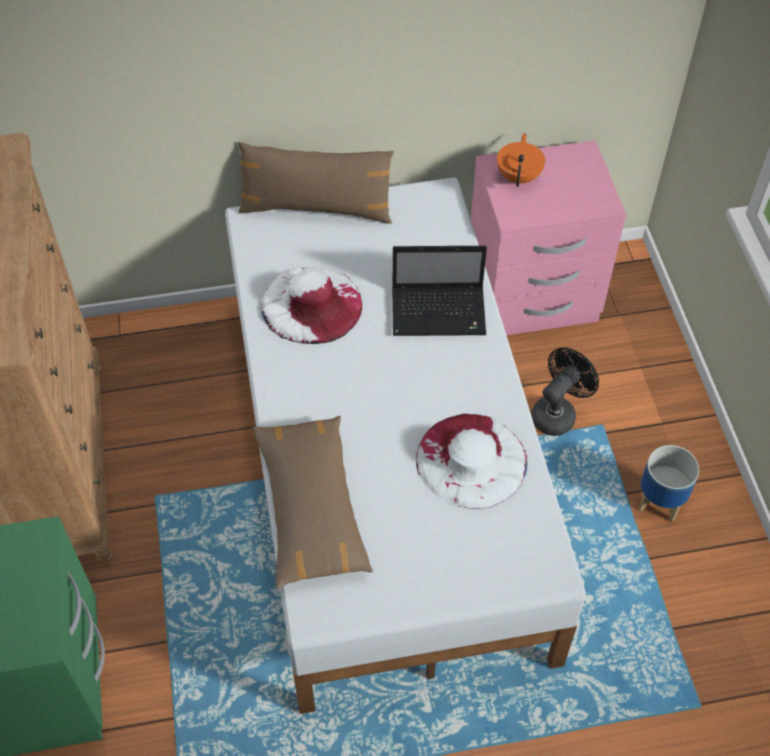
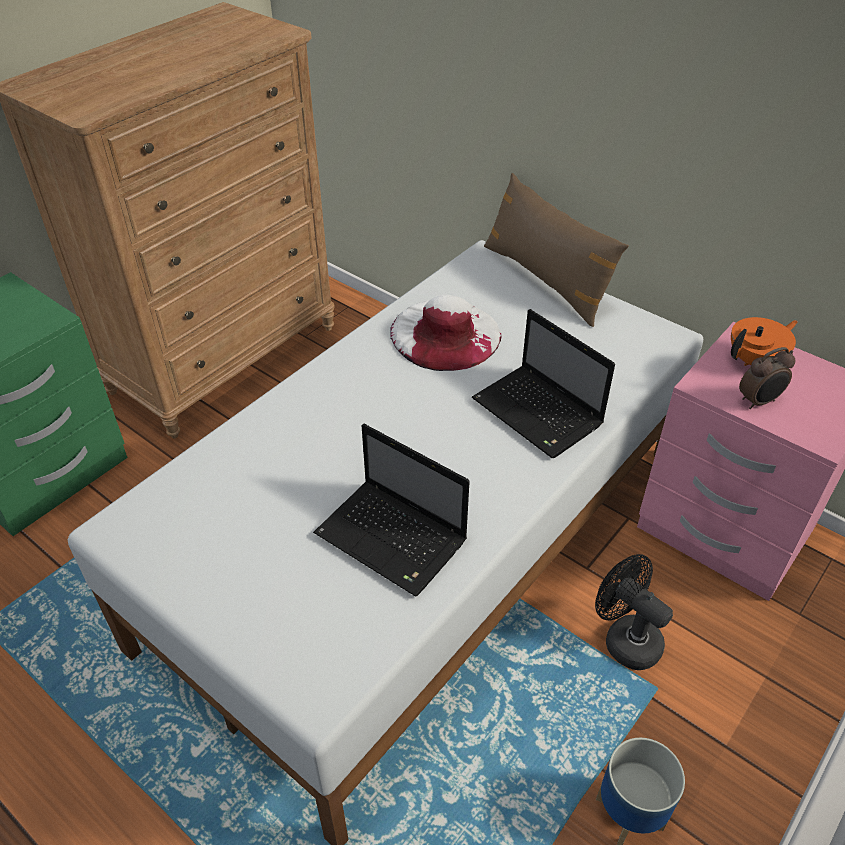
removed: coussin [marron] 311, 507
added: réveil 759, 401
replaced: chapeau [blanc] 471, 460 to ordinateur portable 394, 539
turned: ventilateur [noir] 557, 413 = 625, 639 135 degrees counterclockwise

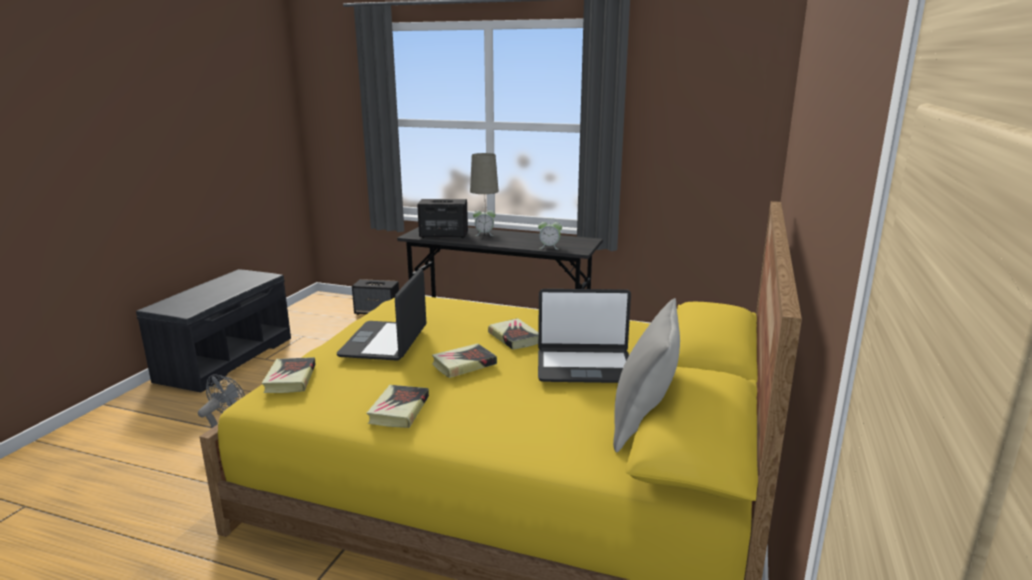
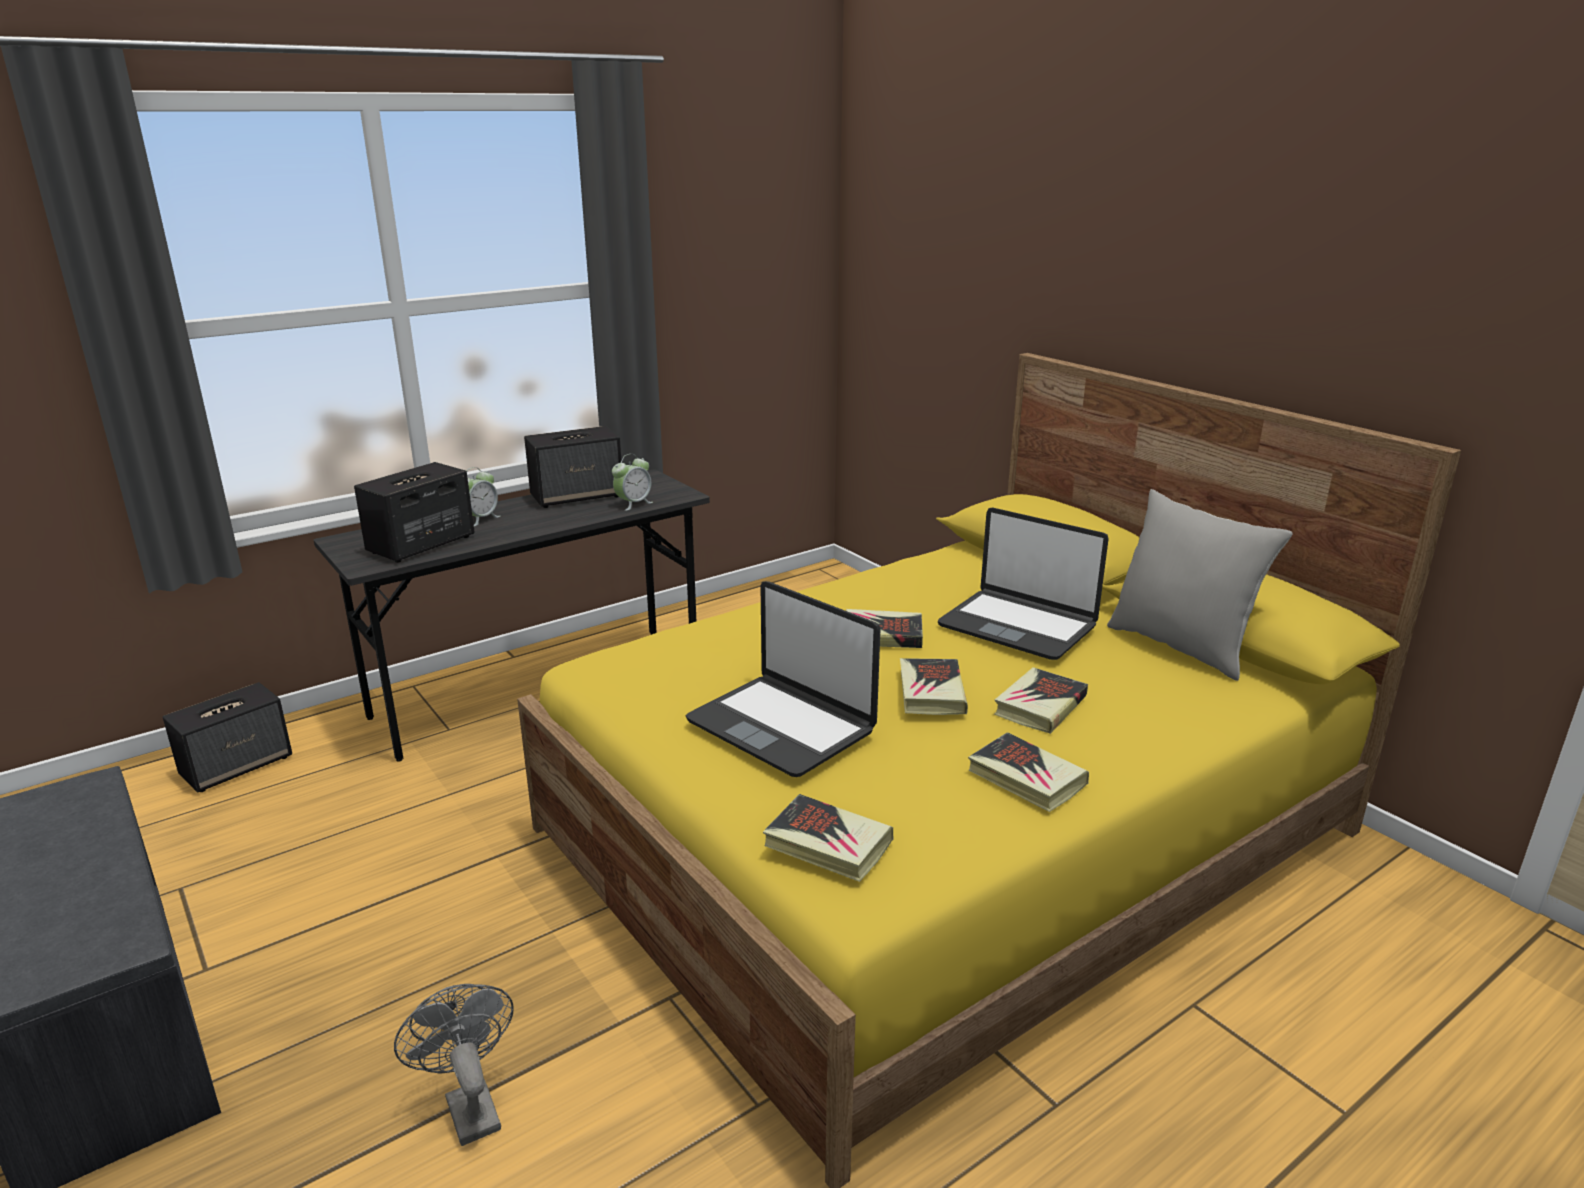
removed: lampe de table [beige] 485, 241
added: enceinte 578, 496; livre 1040, 706
turned: ordinateur portable 584, 366 = 1018, 626 90 degrees clockwise

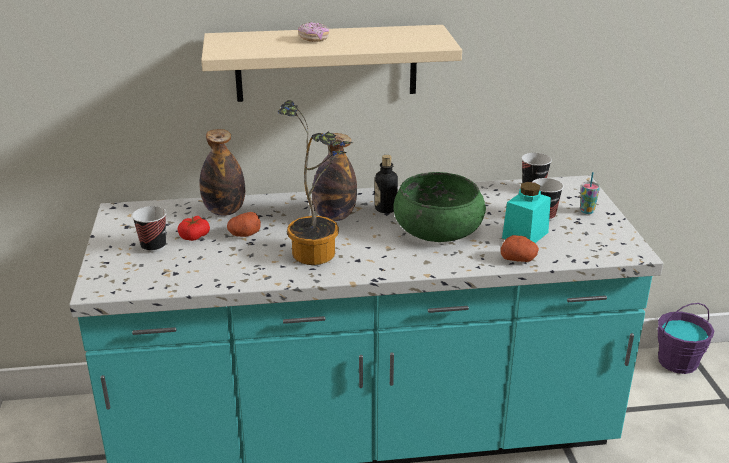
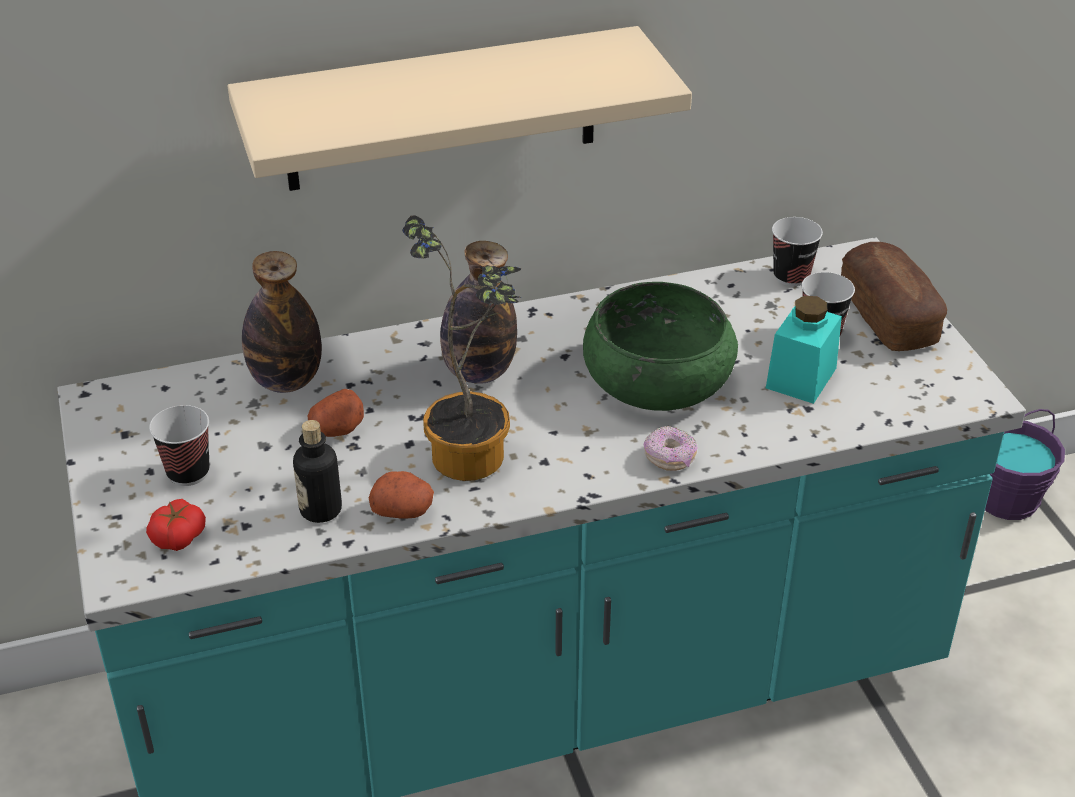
moved: tomate 194, 236 to 178, 536; bouteille 386, 209 to 320, 509; pomme de terre 519, 259 to 403, 510; beignet 314, 39 to 669, 458
replaced: tasse 587, 211 to pain 887, 316

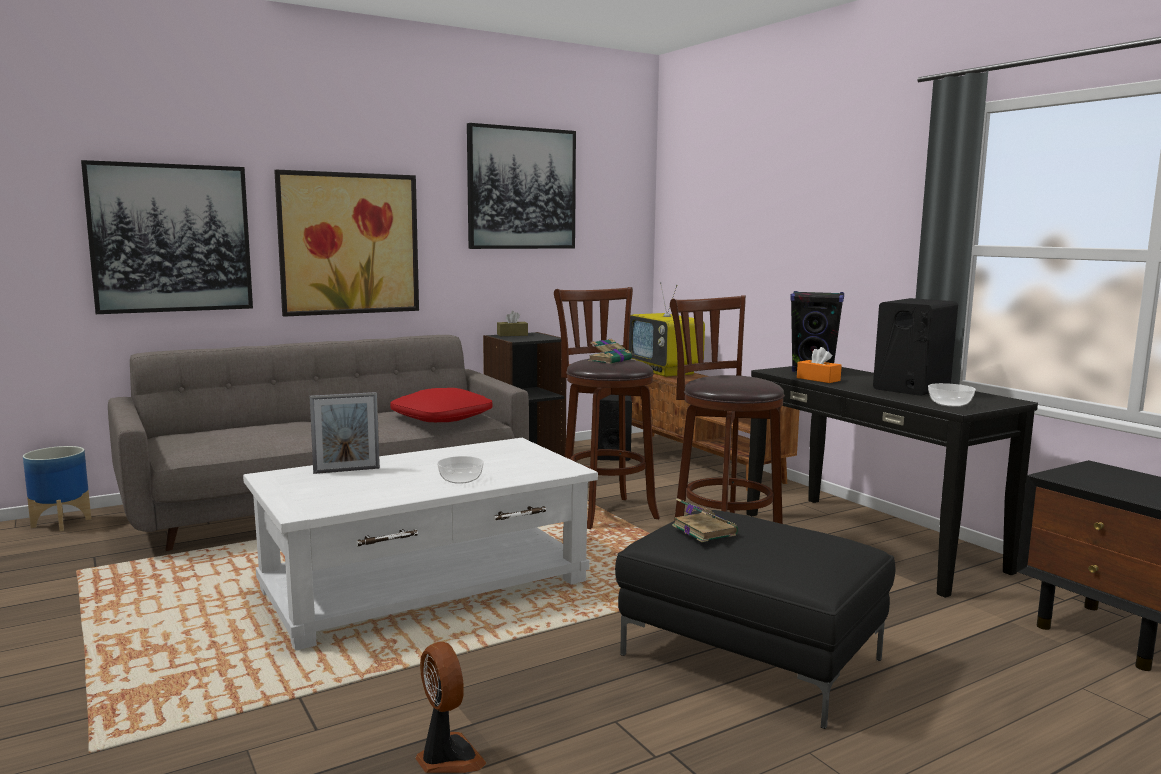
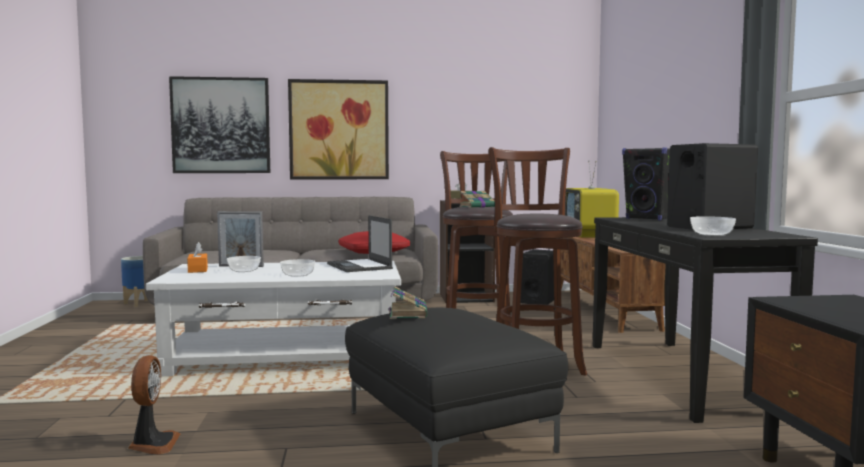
removed: tableau 521, 188
added: bol 244, 270; ordinateur portable 360, 266
moved: boîte à mouchoirs [orange] 818, 379 to 198, 270

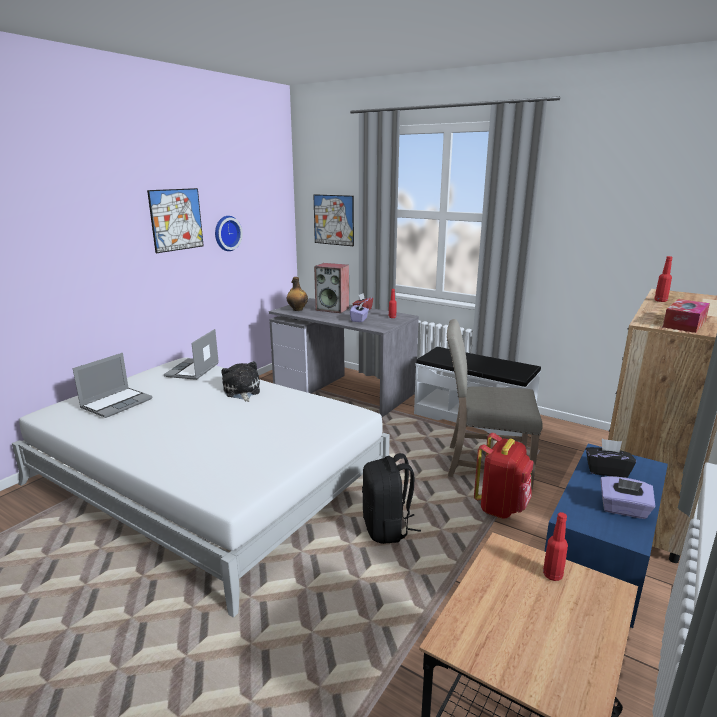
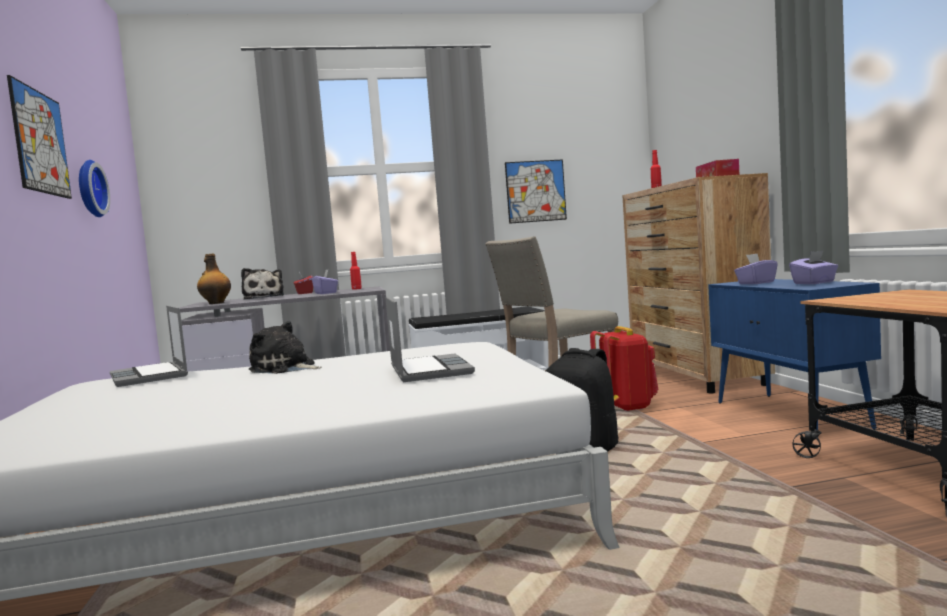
removed: bouteille [rouge] 552, 575
moved: ordinateur portable 117, 403 to 428, 370; tableau 333, 220 to 535, 191
replaced: enceinte 333, 309 to peluche 264, 297
recoloured: boîte à mouchoirs [noir] 606, 471 to boîte à mouchoirs [violet] 756, 283

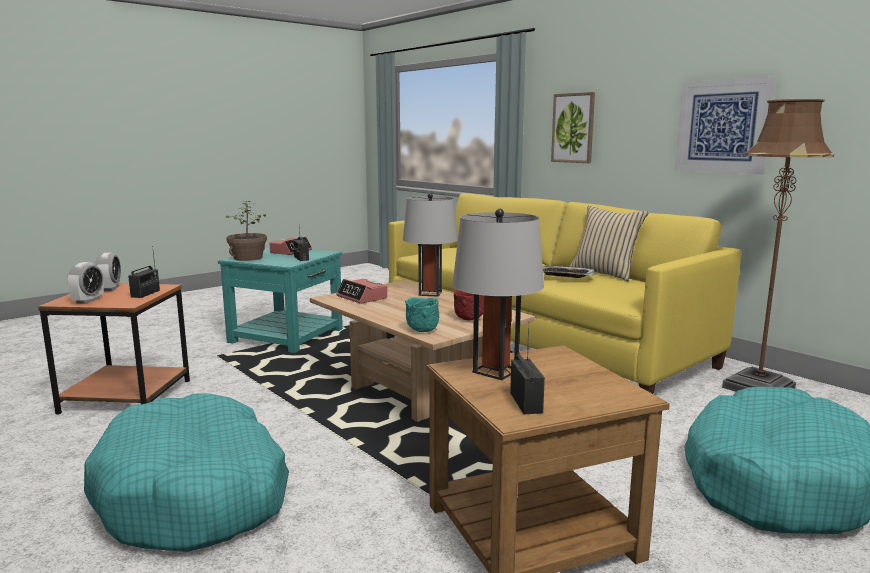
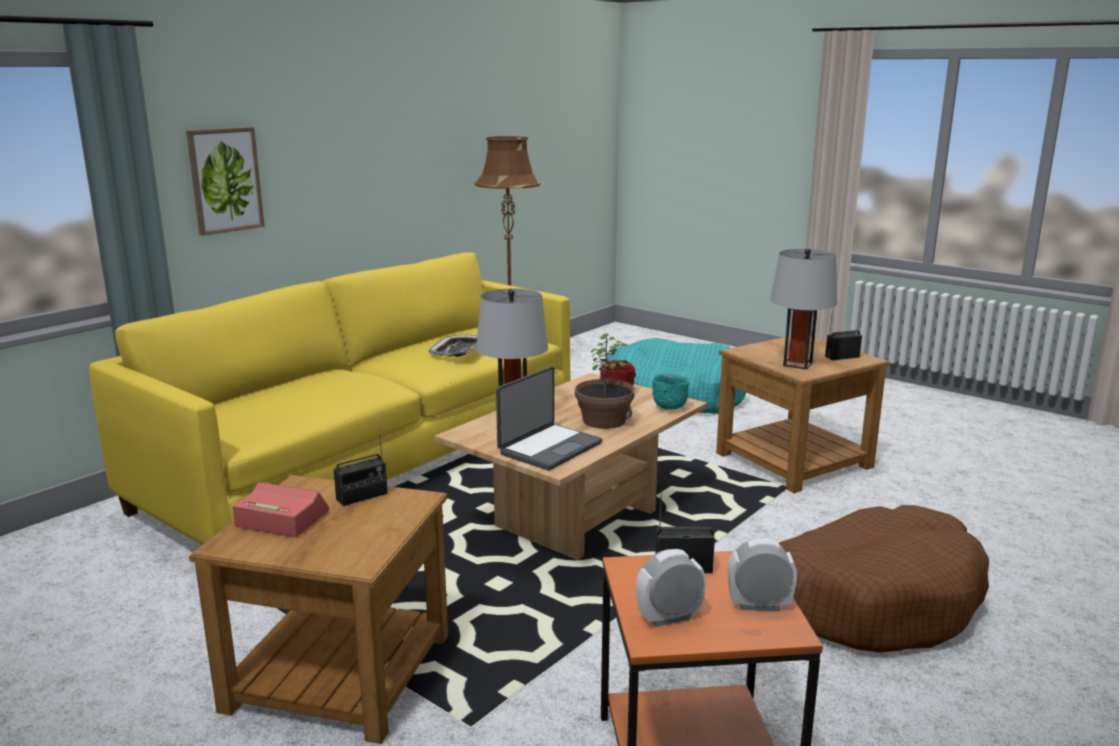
removed: coussin [beige] 605, 273; tableau 723, 126
moved: plante en pot 248, 258 to 603, 421
replaced: réveil 362, 297 to ordinateur portable 549, 448
recoloured: table d'appoint [turquoise] 286, 336 to table d'appoint [marron] 340, 672; panier pour chien [turquoise] 195, 494 to panier pour chien [marron] 873, 600

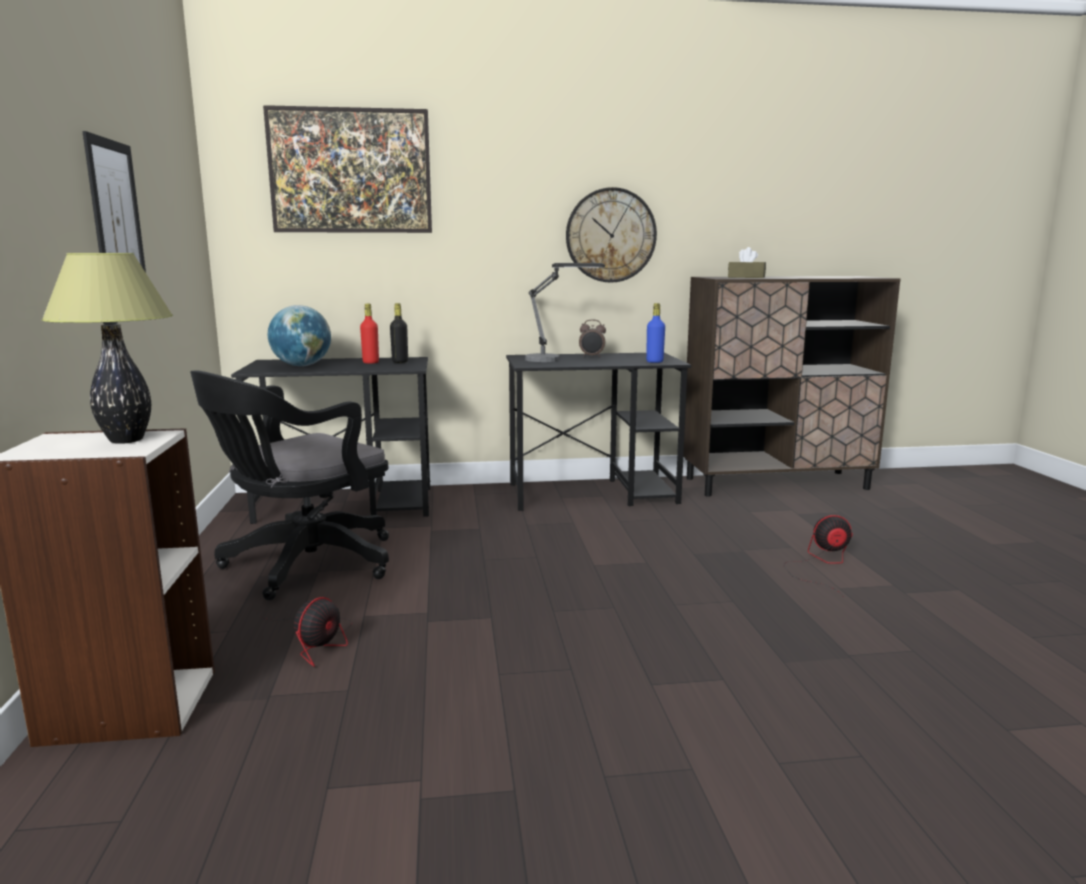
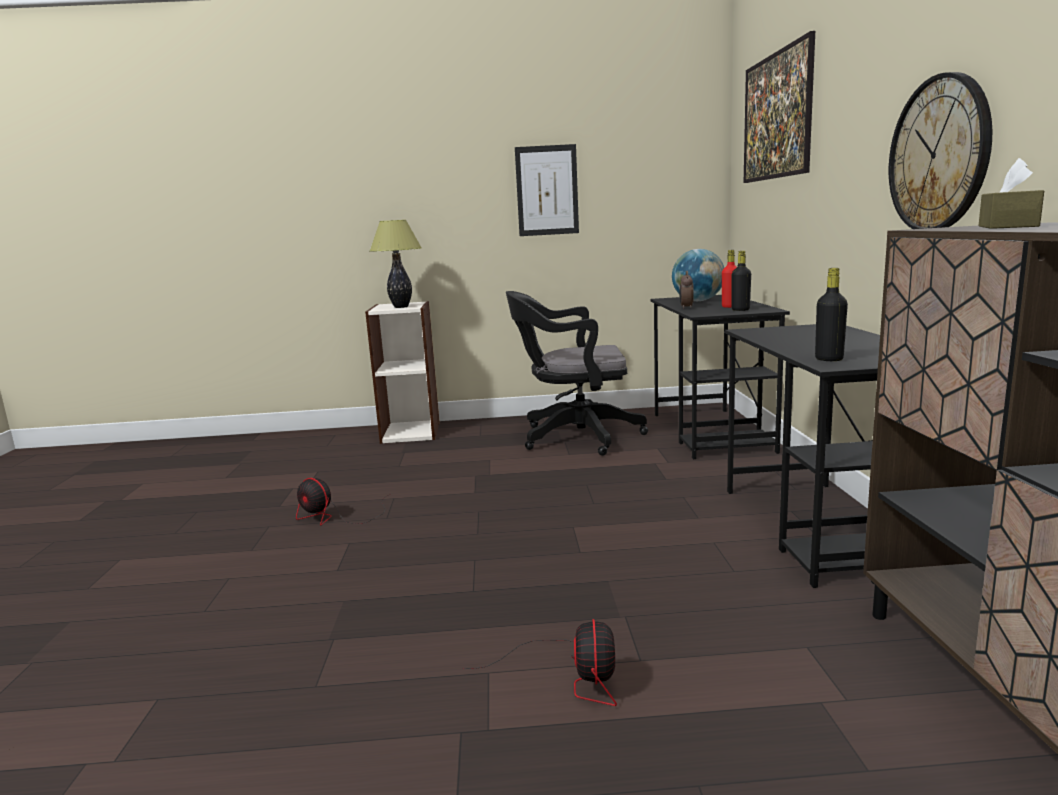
removed: lampe de table 552, 360
moved: ventilateur 318, 641 to 337, 516; réveil 592, 356 to 686, 308
recoloured: bouteille [bleu] 654, 362 to bouteille [noir] 829, 359
turned: chaise de bureau [noir] 303, 565 = 574, 437 45 degrees counterclockwise

